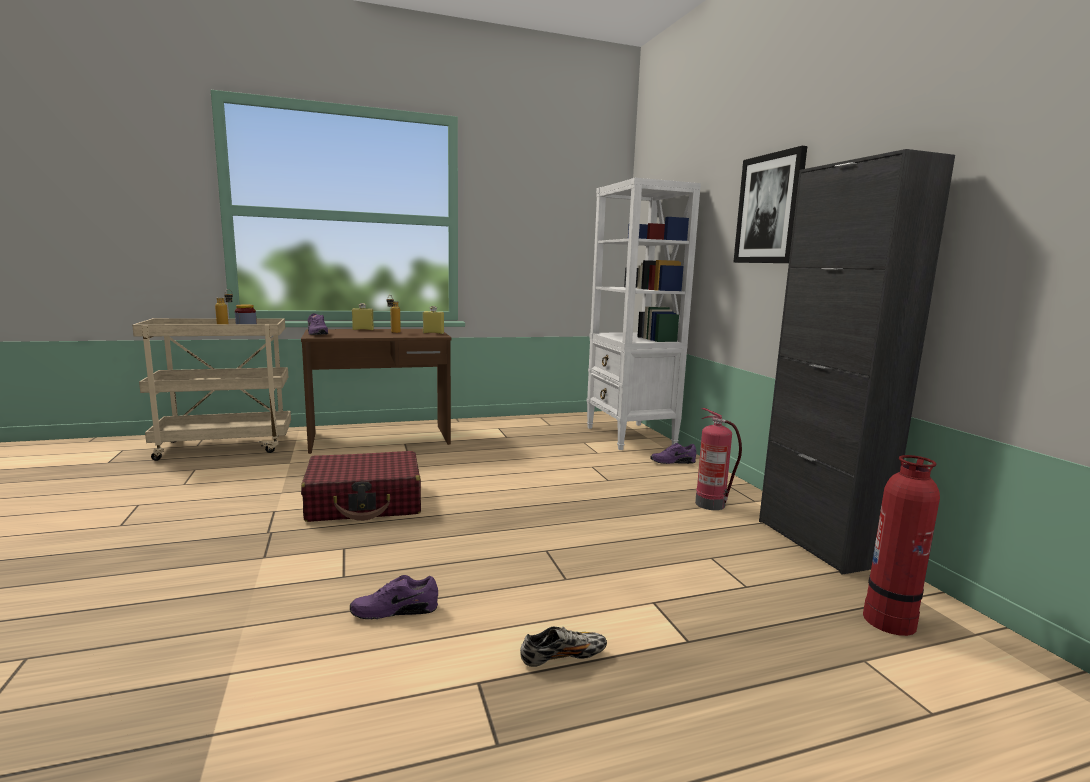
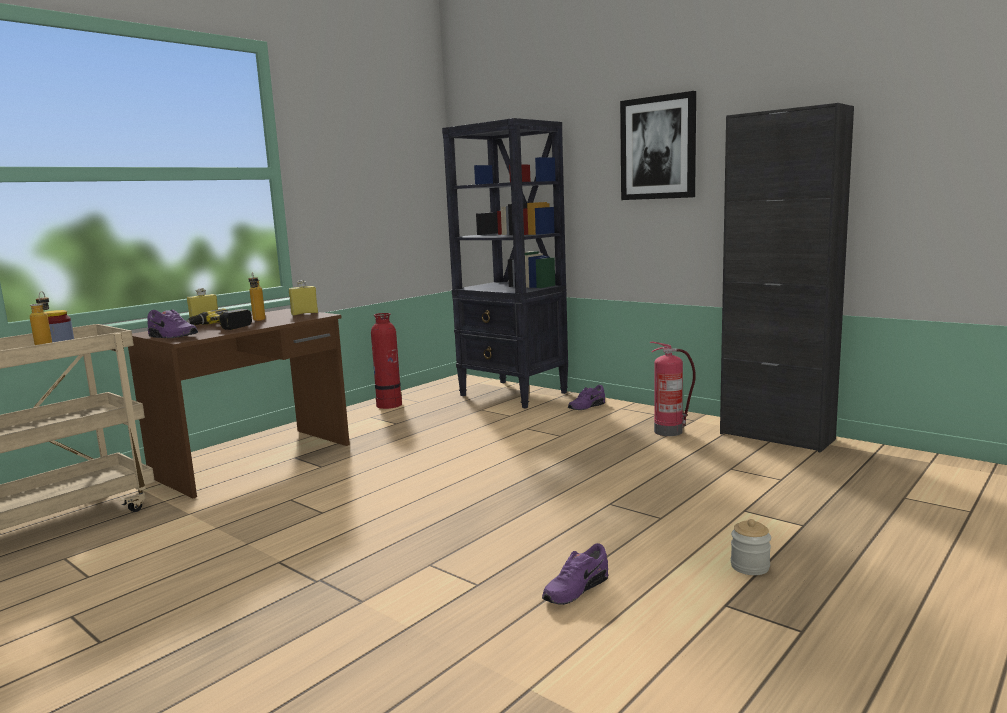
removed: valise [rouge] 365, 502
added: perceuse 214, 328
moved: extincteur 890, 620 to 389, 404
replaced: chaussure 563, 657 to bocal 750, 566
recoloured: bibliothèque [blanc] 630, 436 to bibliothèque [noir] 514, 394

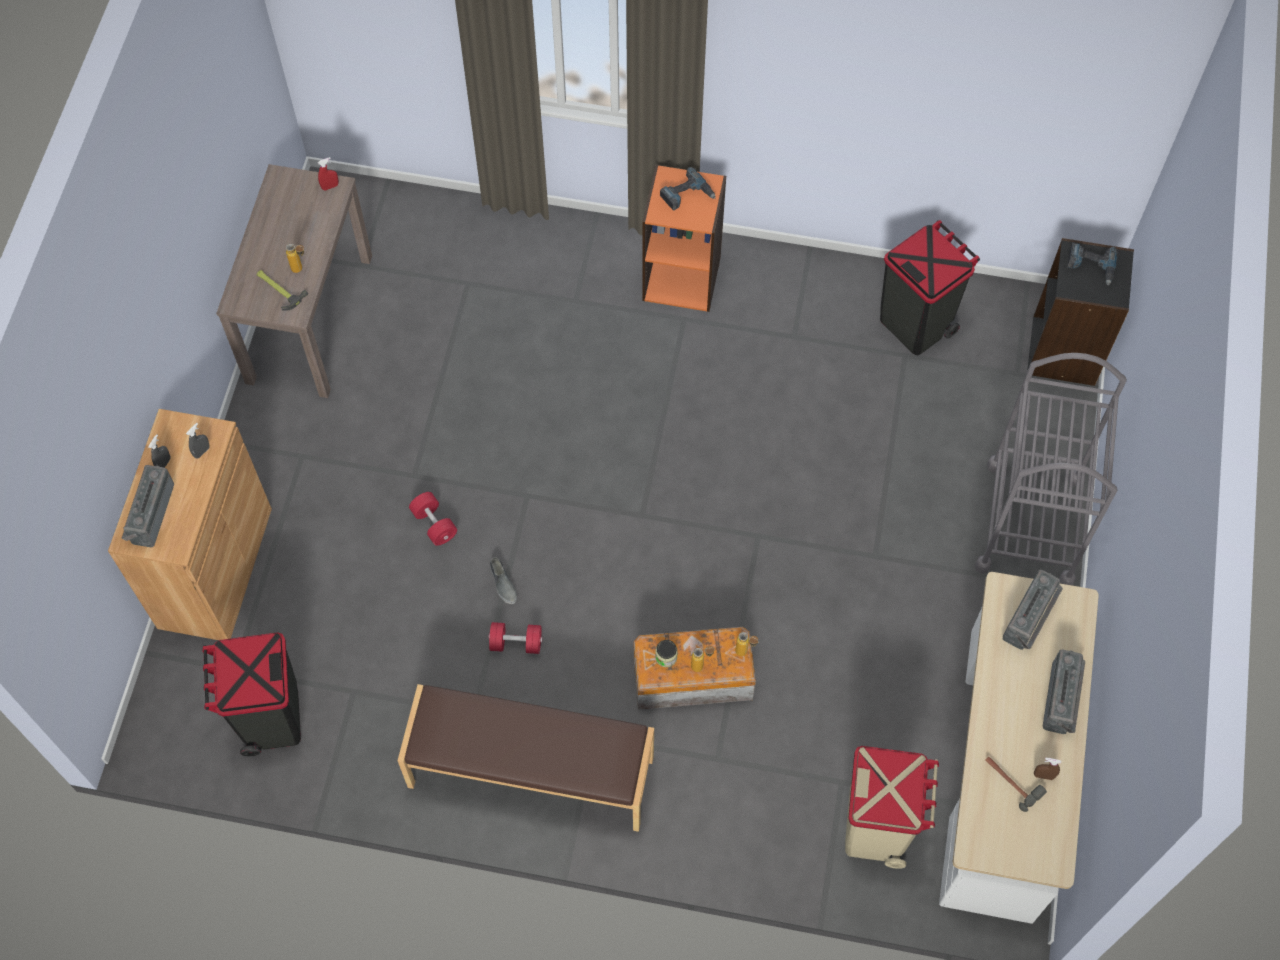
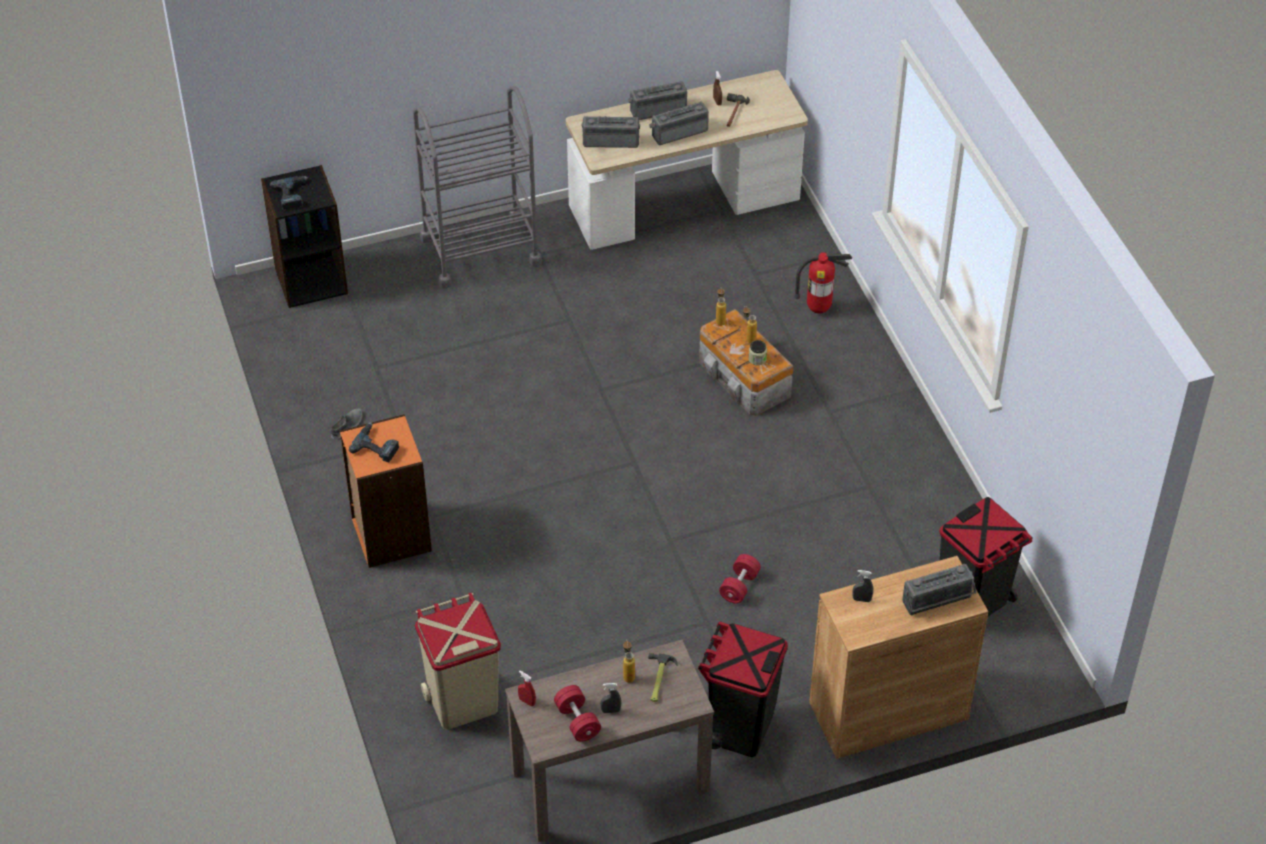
removed: banc [marron] 530, 773
added: radio 678, 131; extincteur 819, 309
moved: chaussure [gris] 503, 583 to 347, 426; poubelle [beige] 876, 827 to 462, 702; haltère [rouge] 516, 643 to 577, 721; vaporisateur [gris] 164, 464 to 610, 711; poubelle [noir] 915, 324 to 740, 727

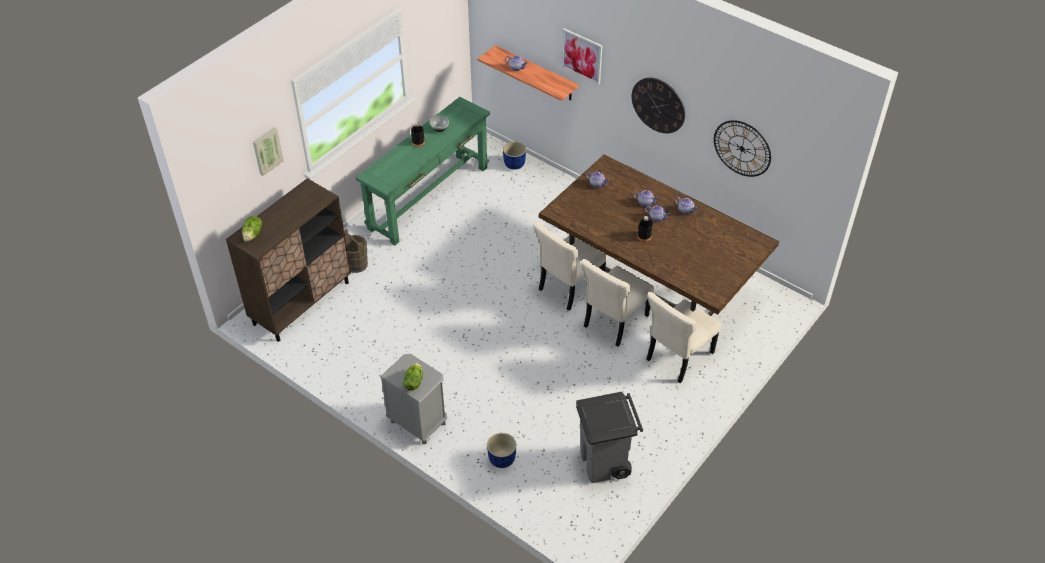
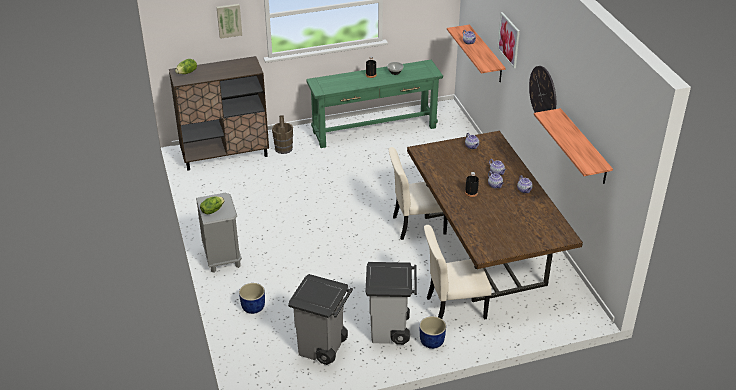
removed: chaise [beige] 614, 322
added: poubelle [gris] 390, 330
moved: cache-pot [bleu] 514, 164 to 431, 341
replaced: horloge murale 742, 148 to étagère 584, 147

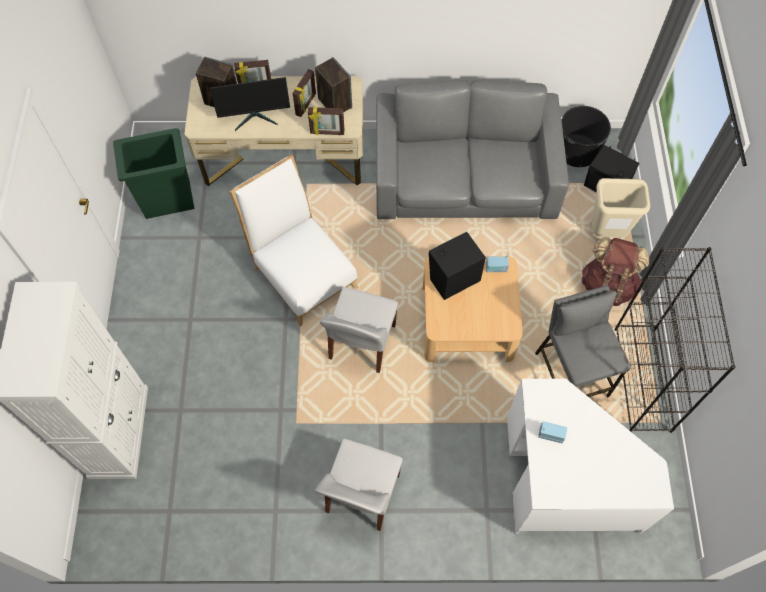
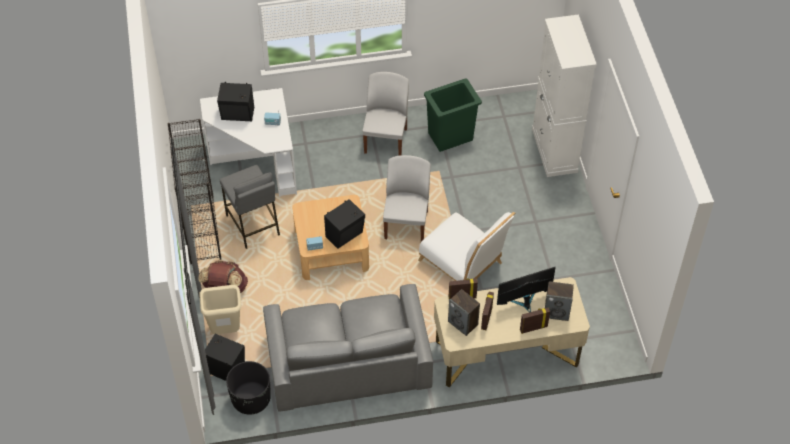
added: enceinte [noir] 238, 115
moved: poubelle [vert] 167, 199 to 451, 137

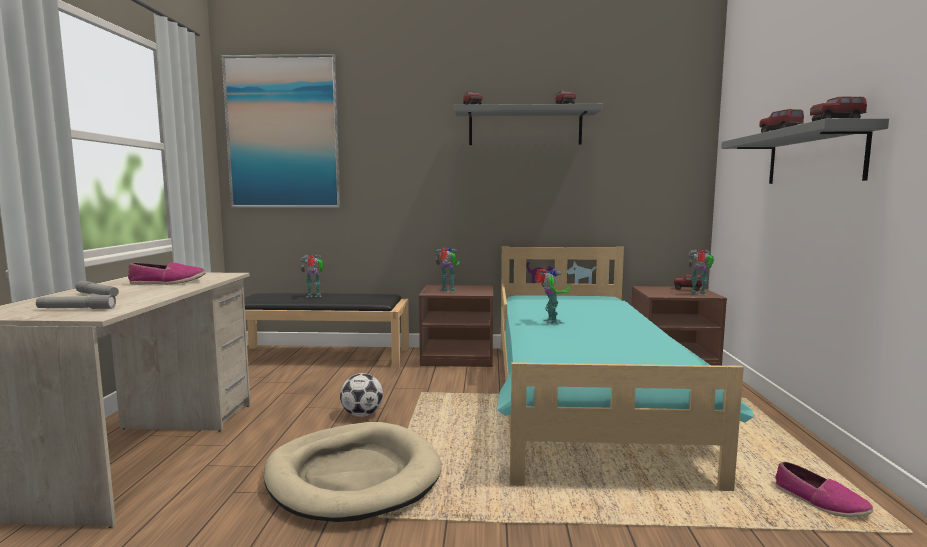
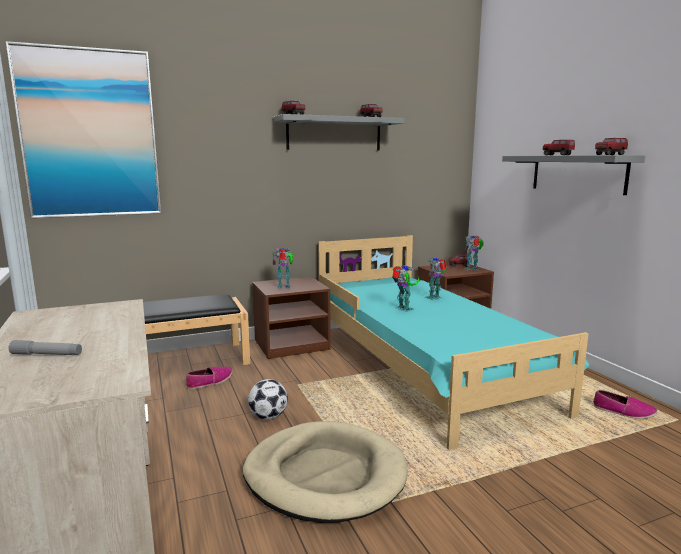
removed: lampe de poche [gris] 76, 309
moved: chaussure 168, 282 to 210, 382; robot jouet 314, 296 to 435, 298

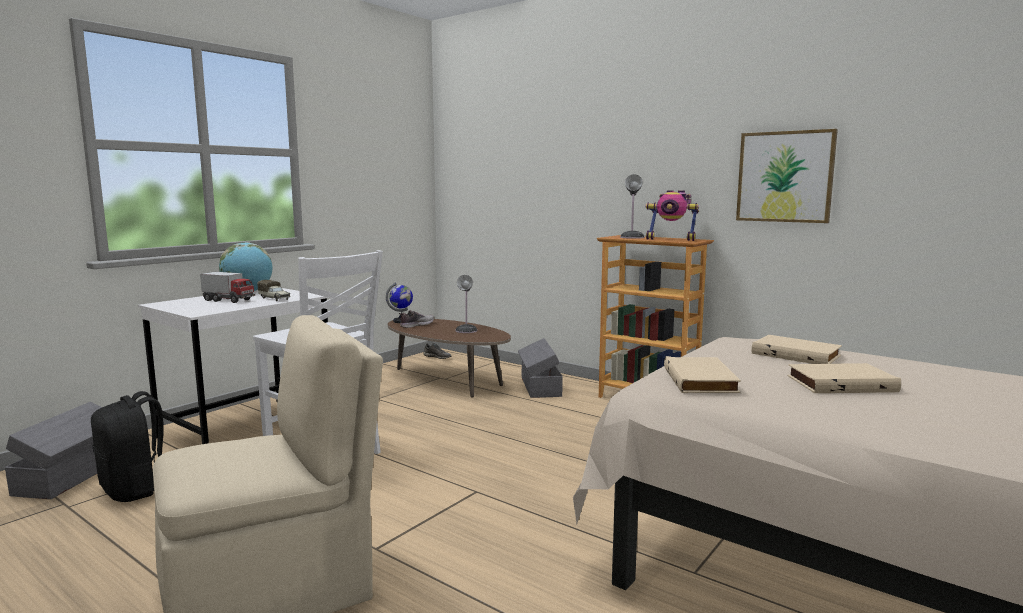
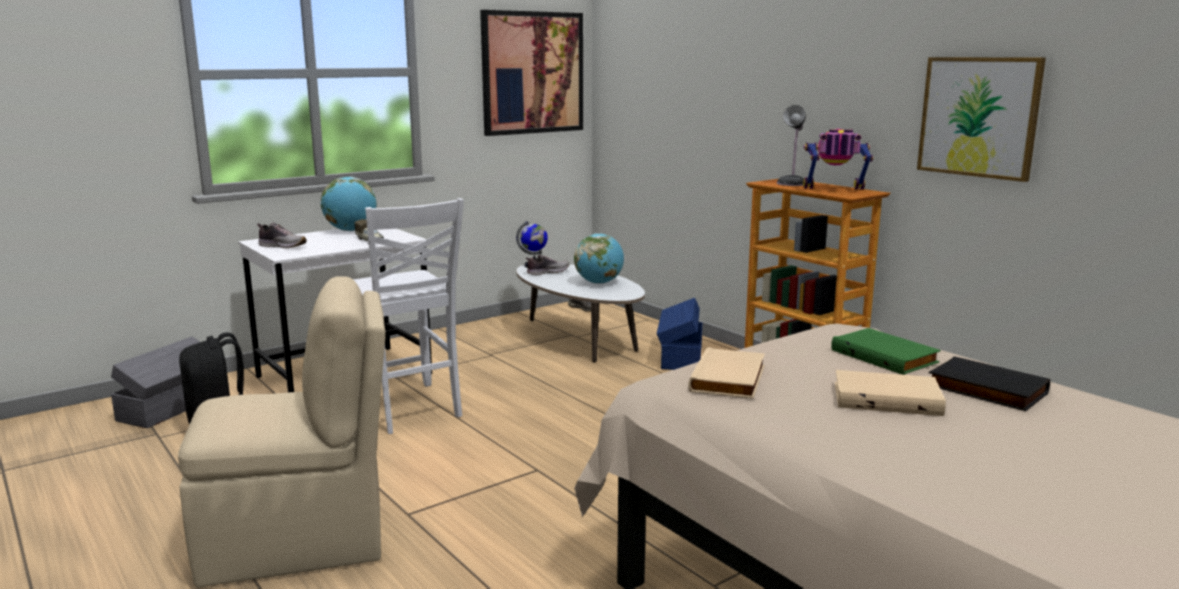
removed: camion jouet 229, 300
added: chaussure 282, 246; tableau 533, 73; livre [noir] 985, 390
replaced: lampe de table 466, 330 to globe 599, 283
recoloured: table basse [marron] 447, 381 to table basse [blanc] 577, 340; boîte de rangement [gris] 539, 387 to boîte de rangement [bleu] 680, 356; livre [beige] 797, 354 to livre [vert] 886, 356
turned: robot jouet 671, 239 = 834, 190 150 degrees clockwise

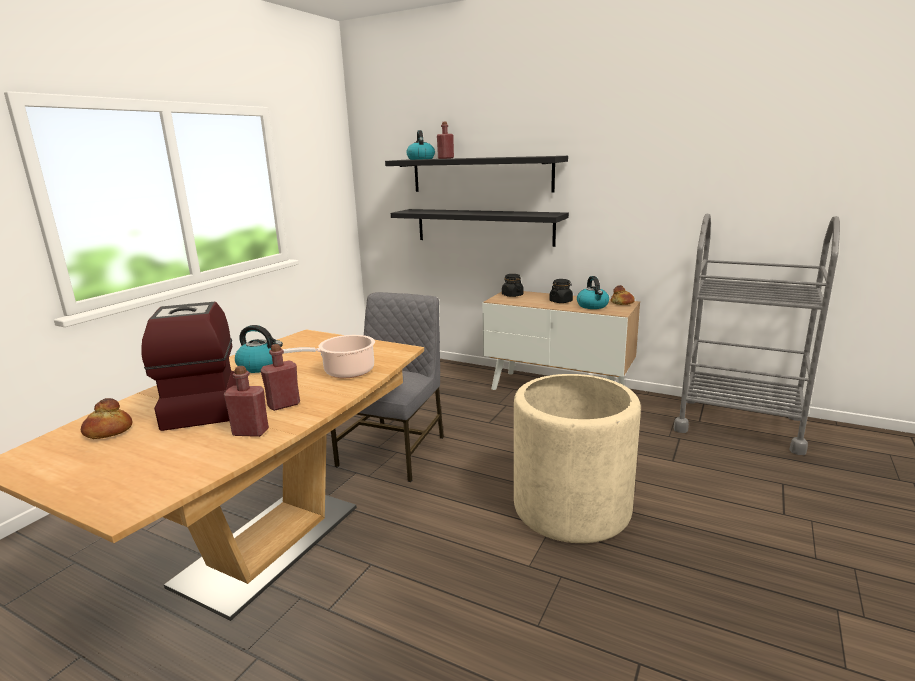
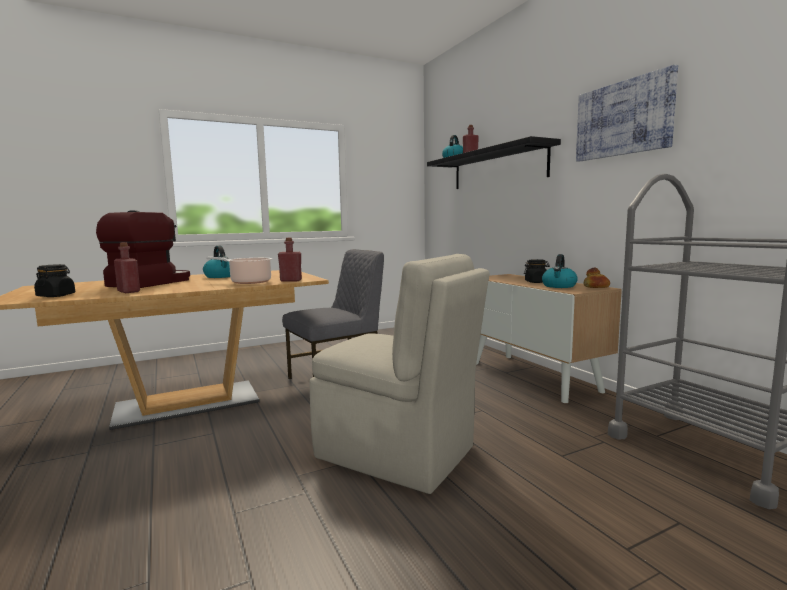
removed: pain 108, 431; étagère [noir] 483, 227
added: tableau 623, 118
moved: bocal [noir] 512, 295 to 56, 296; bouteille [rouge] 284, 405 to 291, 280
replaced: cache-pot [beige] 572, 507 to chaise [beige] 398, 453

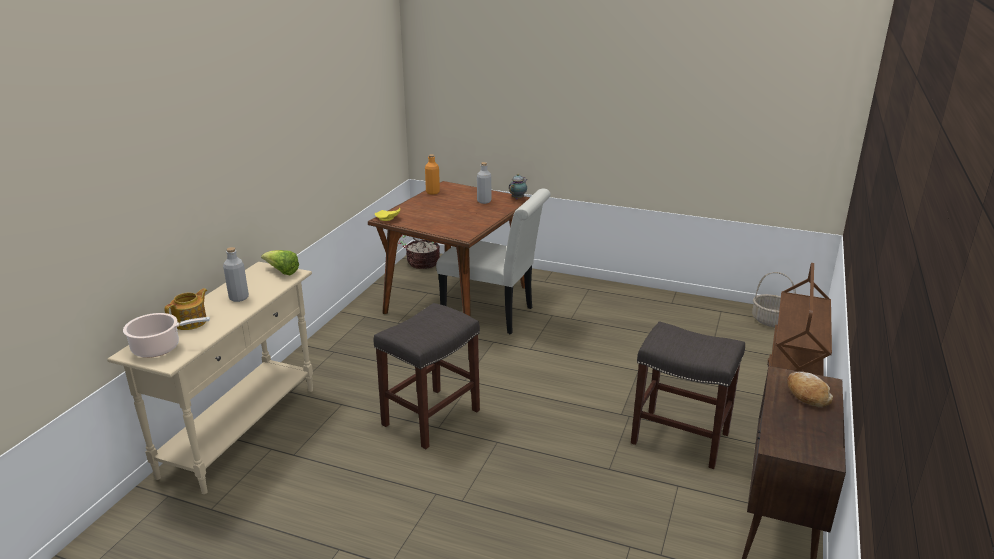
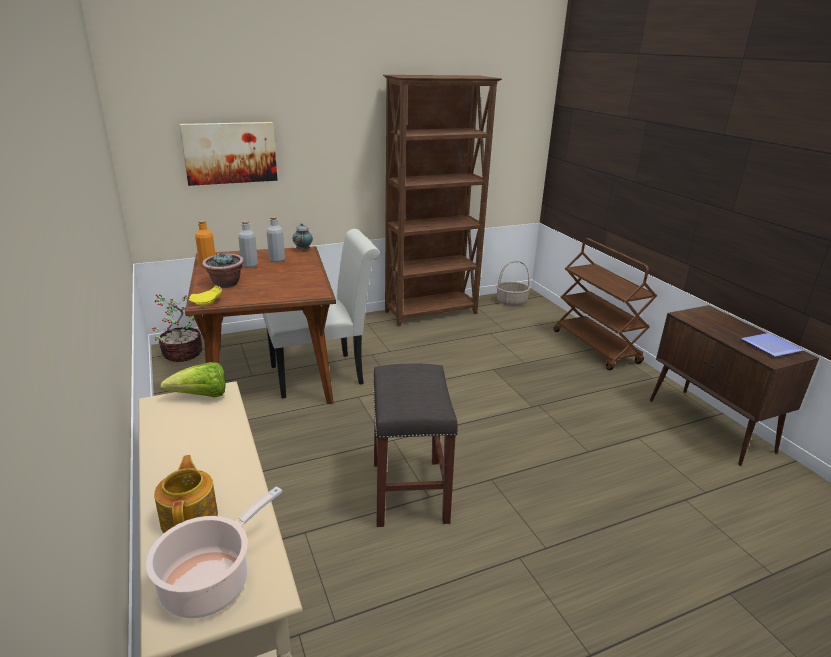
removed: tabouret [gris] 678, 438; pain 807, 395
added: tableau 230, 153; plante en pot 226, 284; bibliothèque [marron] 432, 313; assiette 768, 346
moved: bouteille [gris] 239, 298 to 249, 265

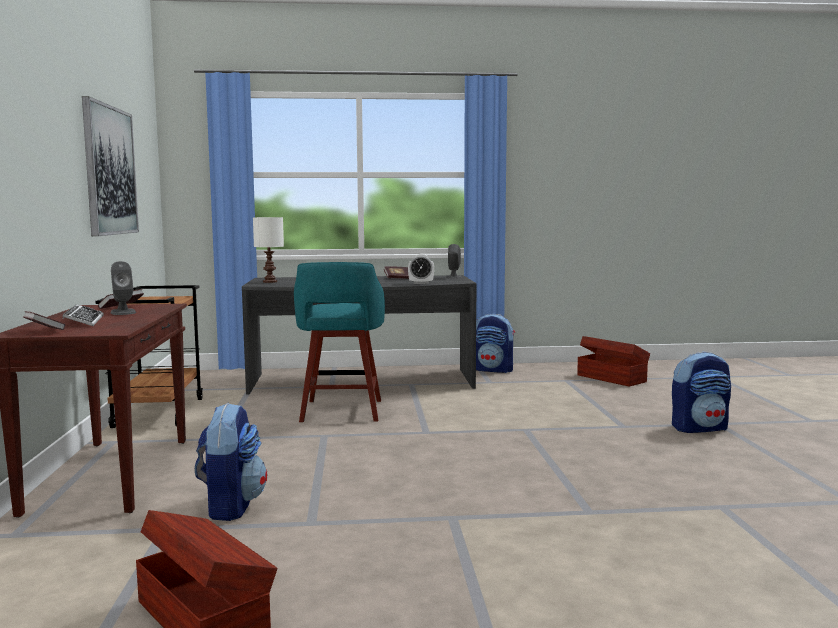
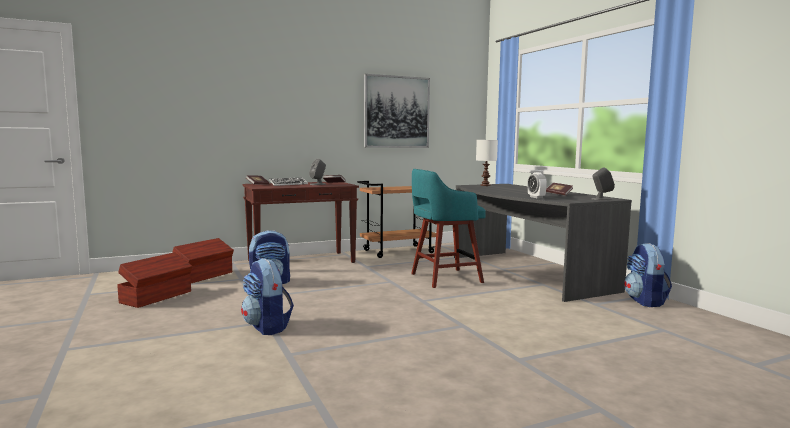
moved: boîte de rangement [marron] 611, 378 to 204, 276; sac à dos 700, 428 to 267, 327

